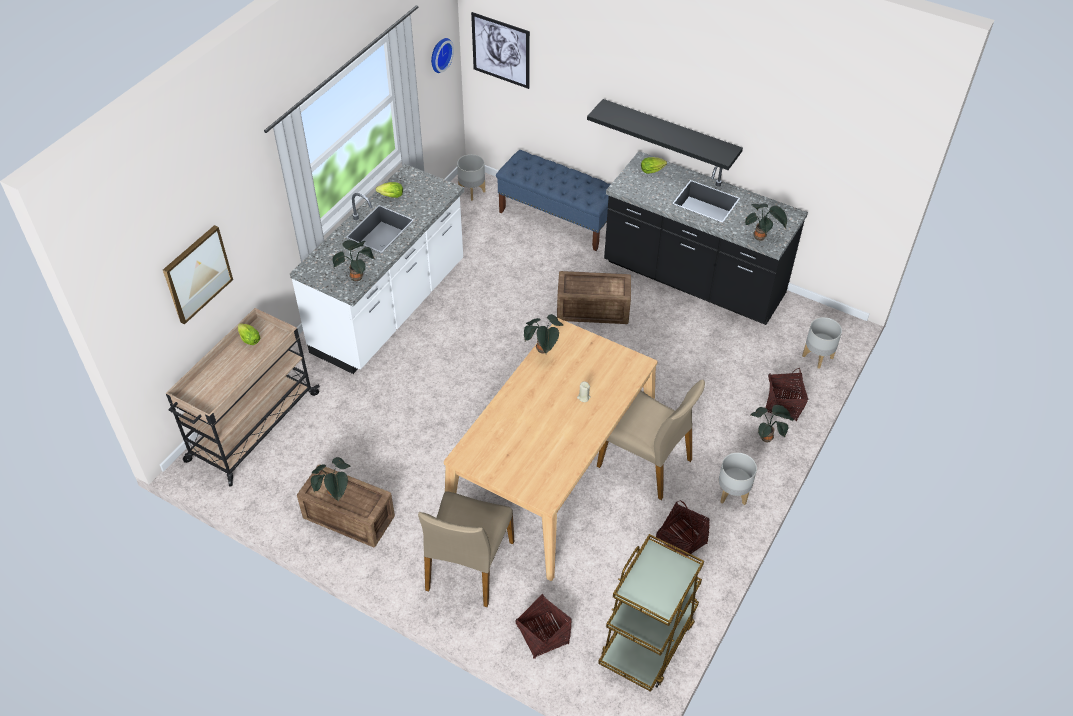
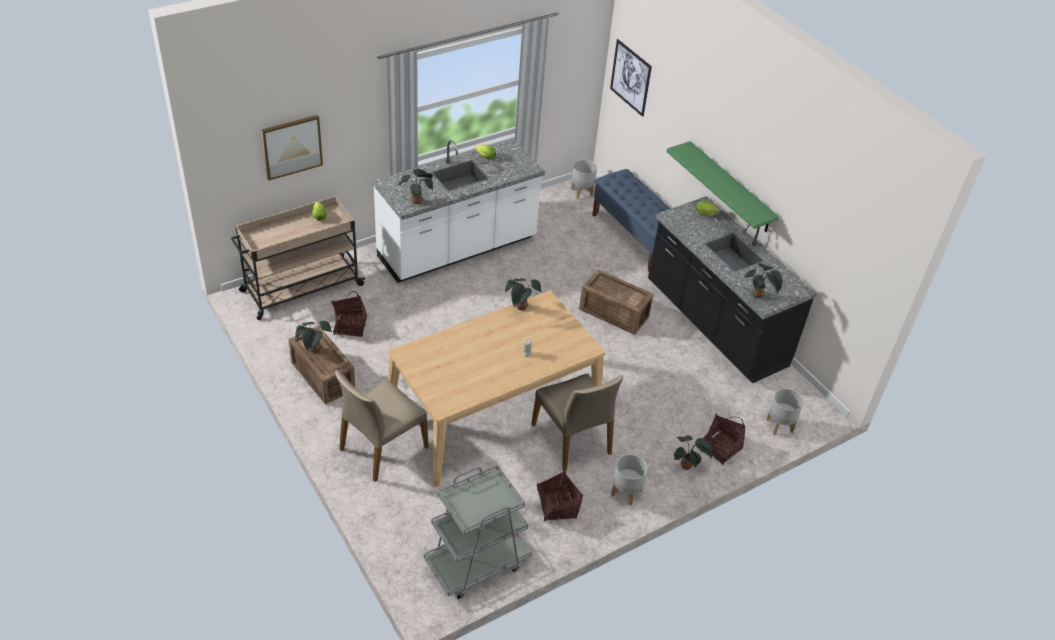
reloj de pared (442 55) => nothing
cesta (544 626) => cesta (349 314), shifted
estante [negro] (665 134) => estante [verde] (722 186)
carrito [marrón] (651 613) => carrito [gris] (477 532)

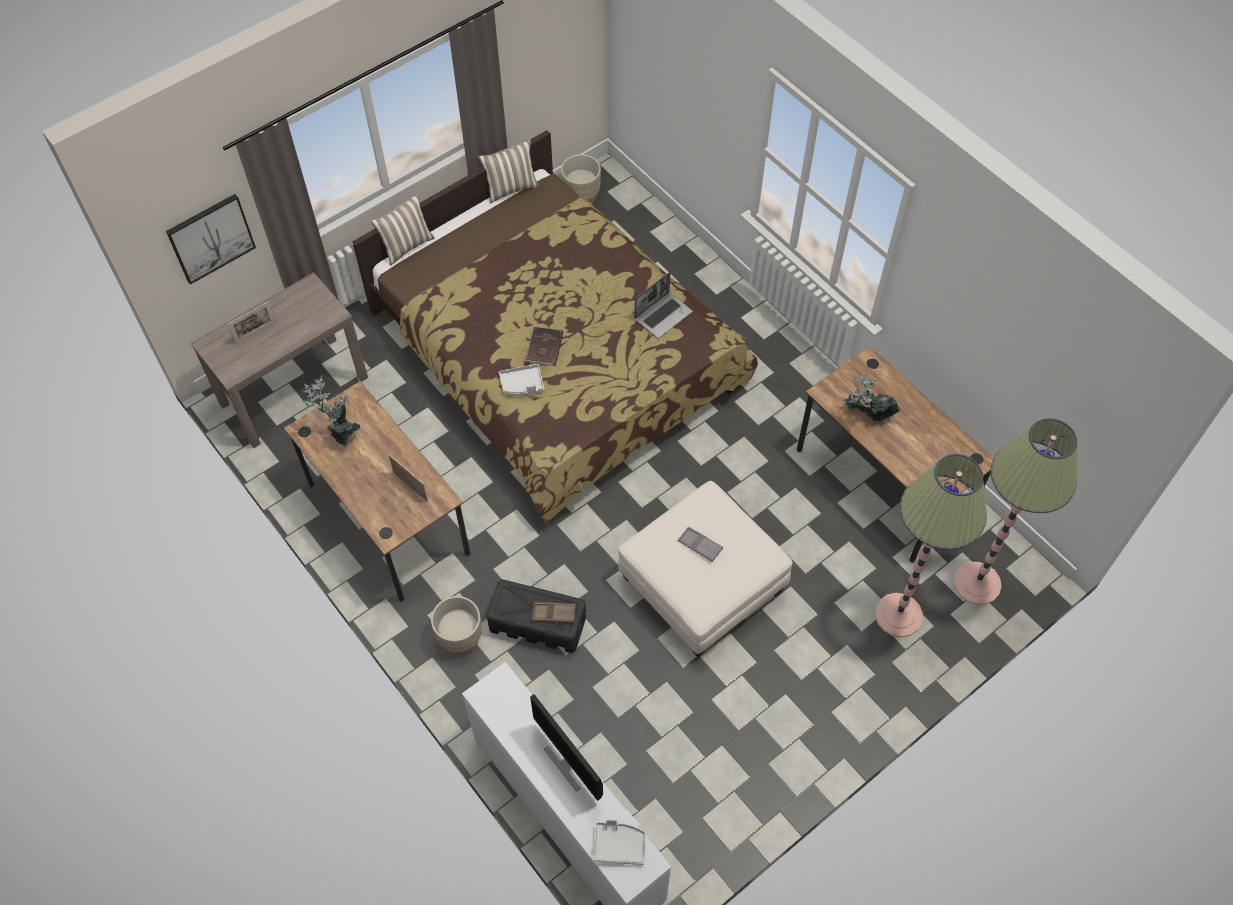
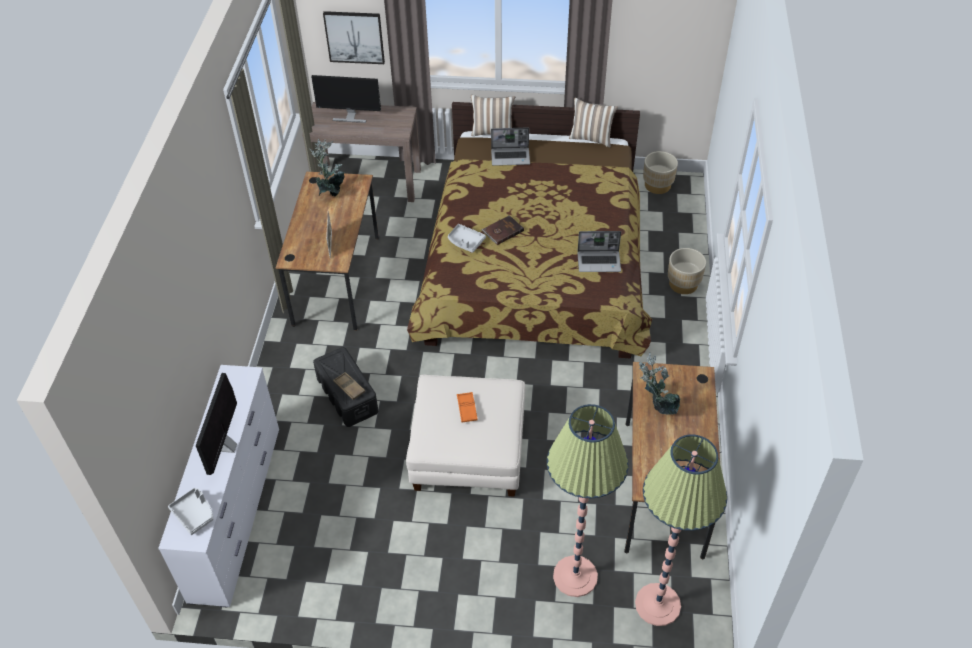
portarretratos (251 322) => monitor (346 99)
maceta [beis] (456 625) => maceta [beis] (687 271), shifted
bandeja [gris] (700 544) => bandeja [naranja] (467 407)
nothing => portátil (510 146)

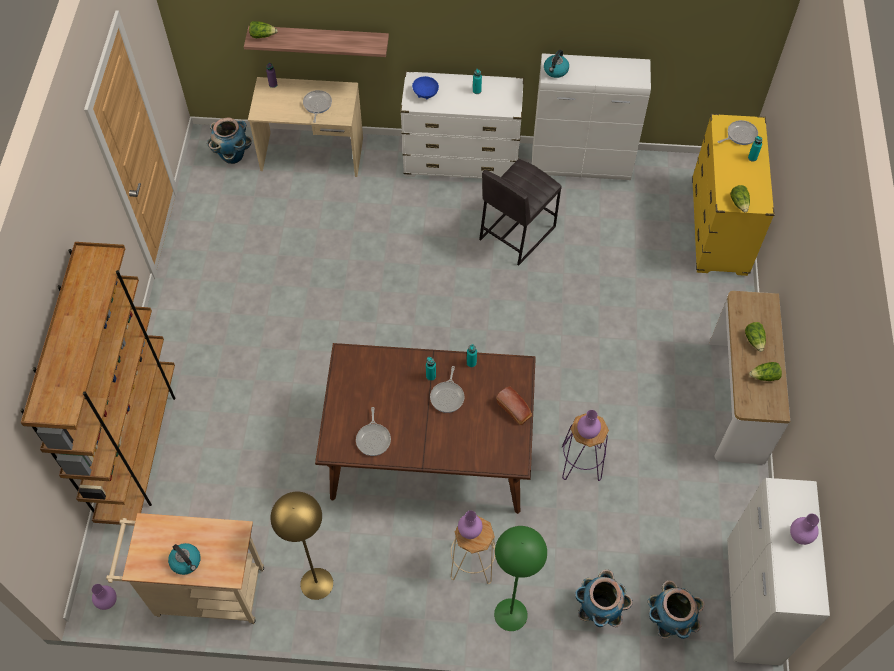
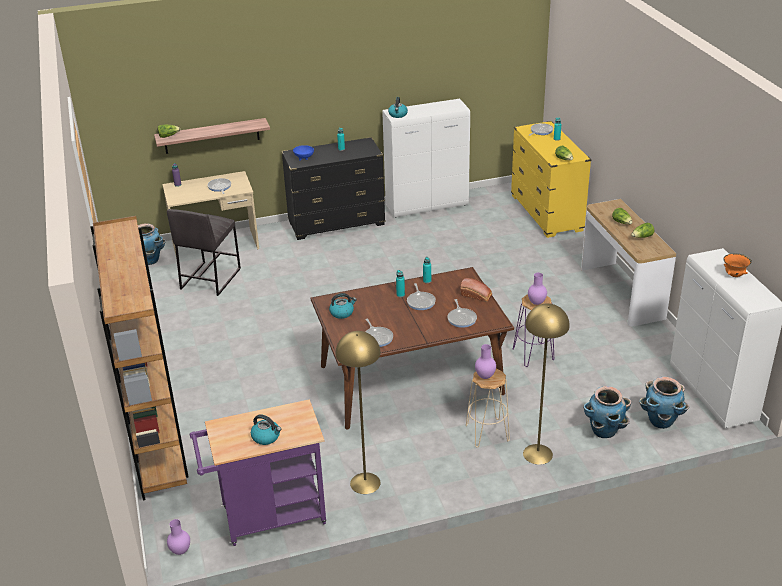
carrito [beis] (185 568) => carrito [morado] (258 472)
cómoda [blanco] (462 125) => cómoda [negro] (333 188)
taburete [gris] (520 212) => taburete [gris] (204 252), shifted
lámpara de pie [verde] (520 578) => lámpara de pie [amarillo] (546 384)
florero [morado] (804 529) => cuenco [naranja] (738 265)
nothing => hervidor (343 306)
nothing => sartén (462 313)

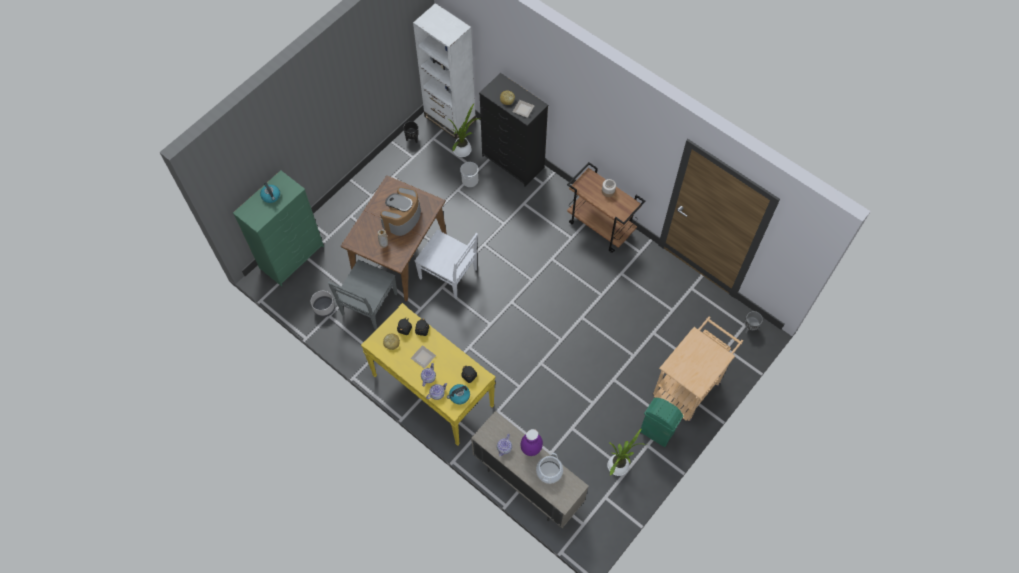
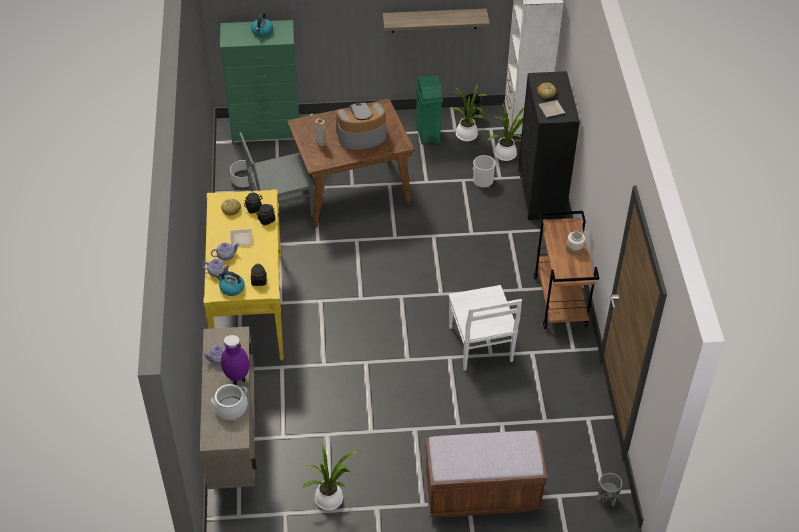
silla [blanco] (446 264) => silla [blanco] (485 328), shifted
papelera [verde] (661 422) => papelera [verde] (429 110), shifted
carrito [beis] (698 369) => banco [marrón] (486 474)
nothing => estante (436 21)
nothing => planta en maceta (469 113)

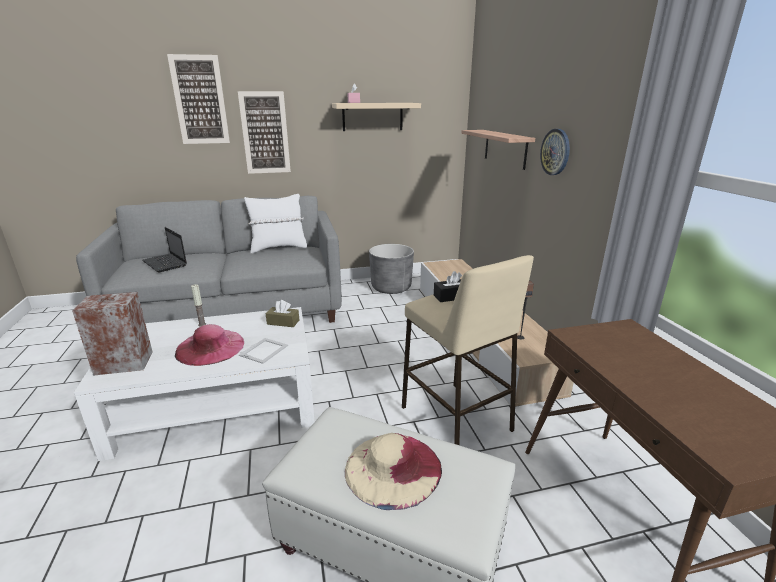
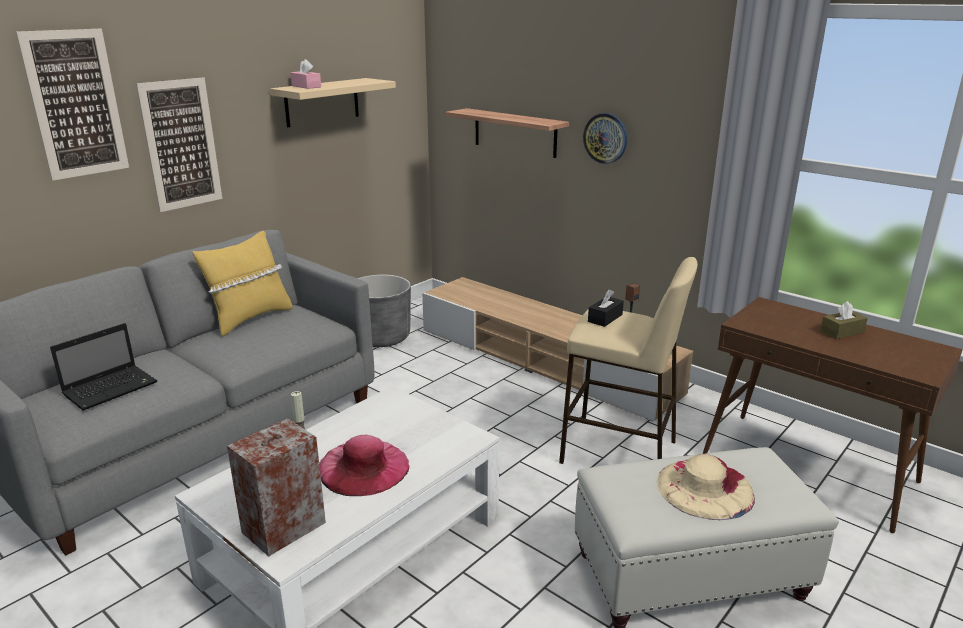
portátil (164 249) => portátil (104 367), 60 degrees counterclockwise
portarretratos (263 351) => nothing
cojín [blanco] (275 223) => cojín [amarillo] (242 283)
caja de pañuelos [marrón] (282 313) => caja de pañuelos [marrón] (844 320), shifted

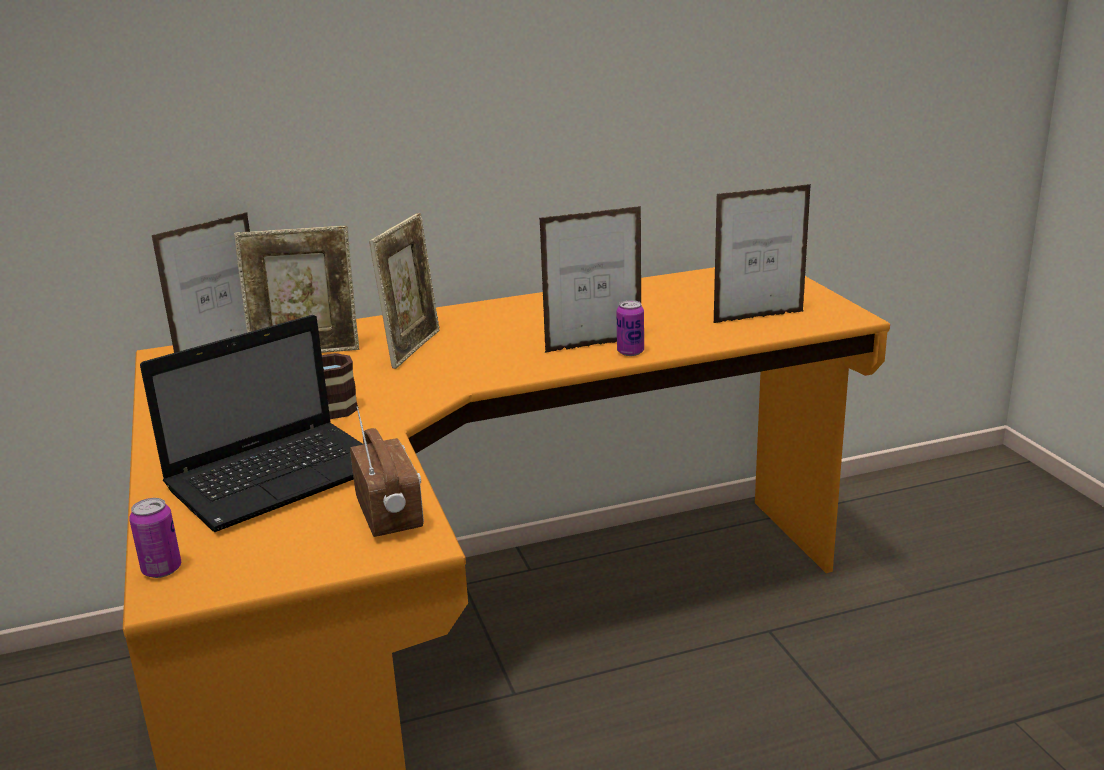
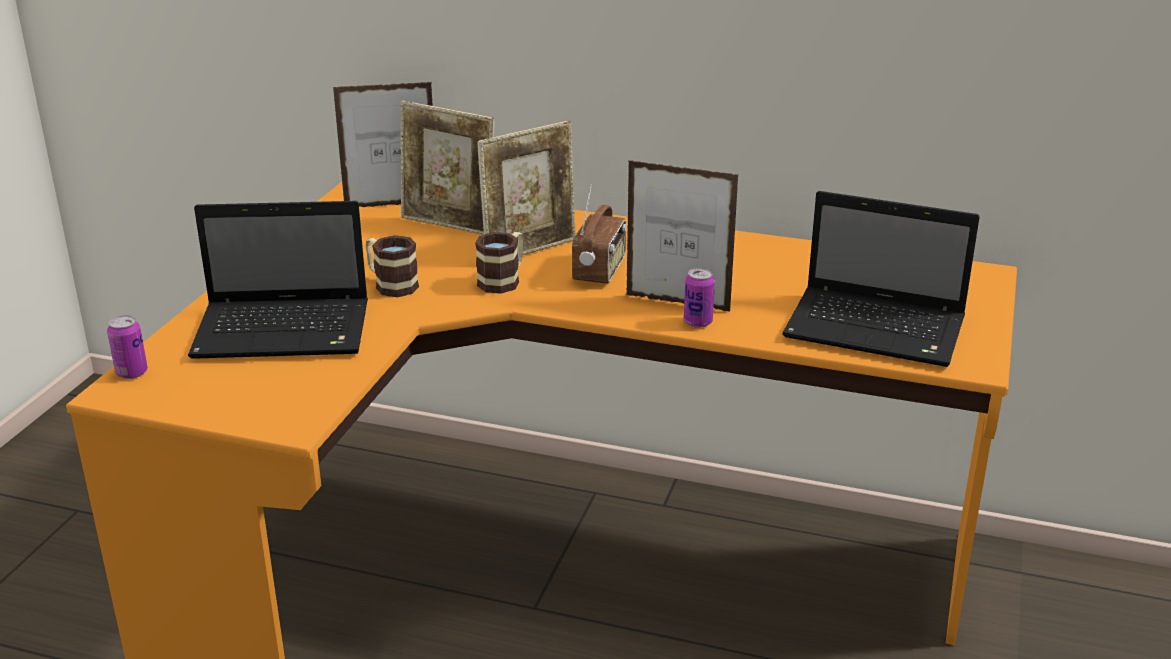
radio (387 471) => radio (599 234), shifted
portarretratos (762 253) => portátil (881 279)
nothing => taza grande (499 263)

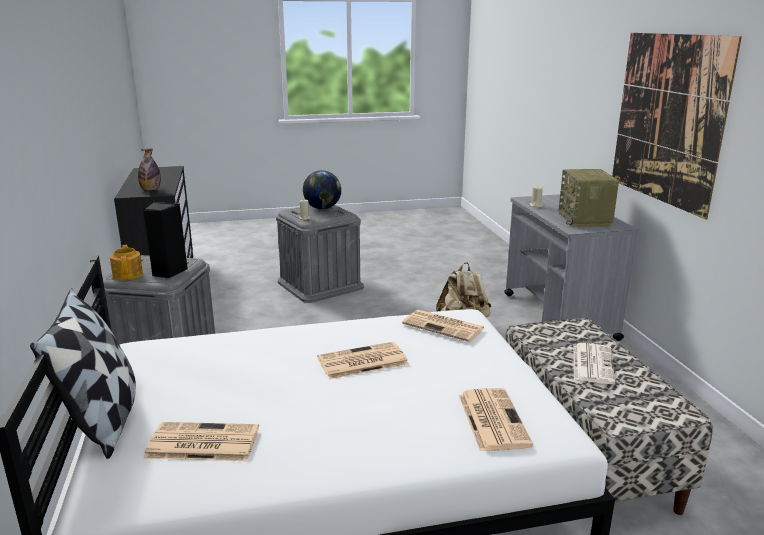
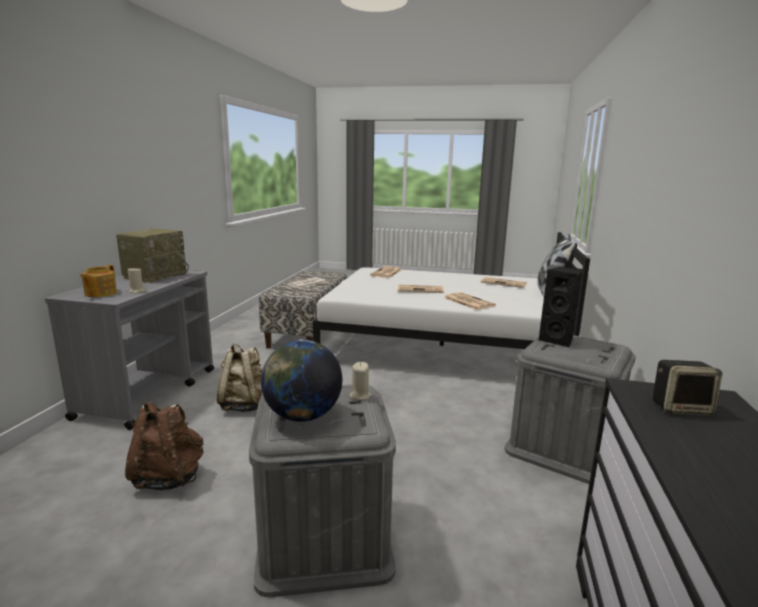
tetera (126 262) => tetera (98 281), shifted
botella (149 169) => altavoz (687 388)
periódico (443 326) => periódico (470 301), shifted
cuadro (677 126) => nothing
nothing => mochila [marrón] (164 446)

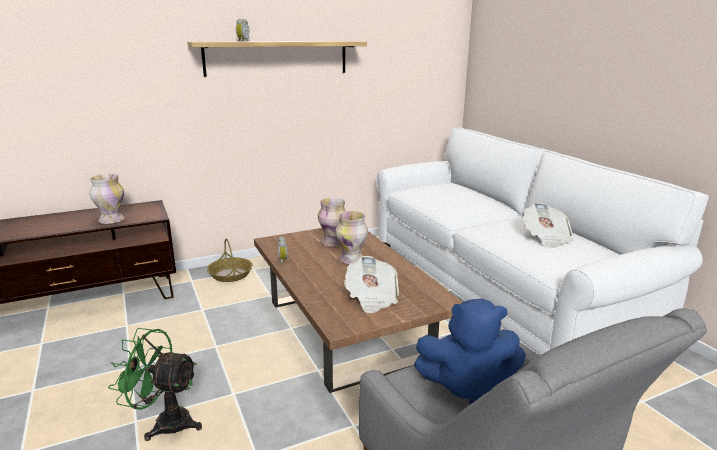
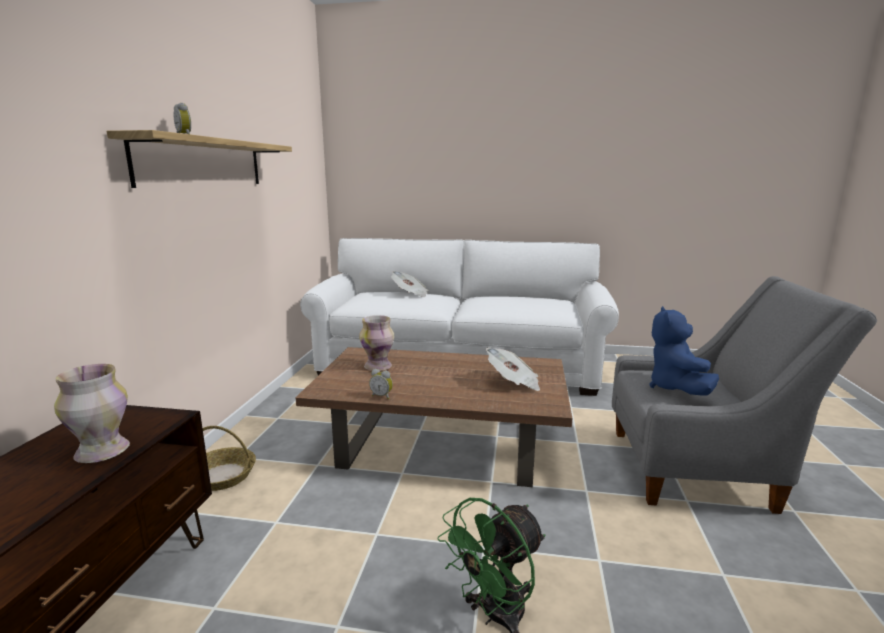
florero (352 237) => nothing
peluche [azul] (470 351) => peluche [azul] (684 351), 150 degrees clockwise
periódico (548 225) => periódico (410 284), shifted

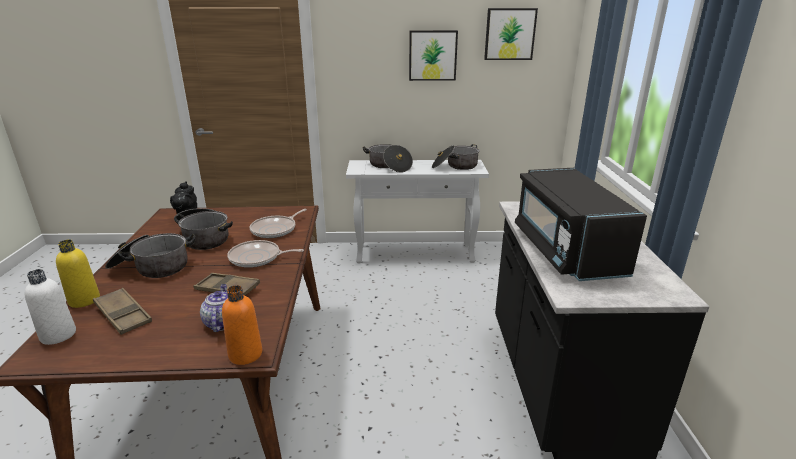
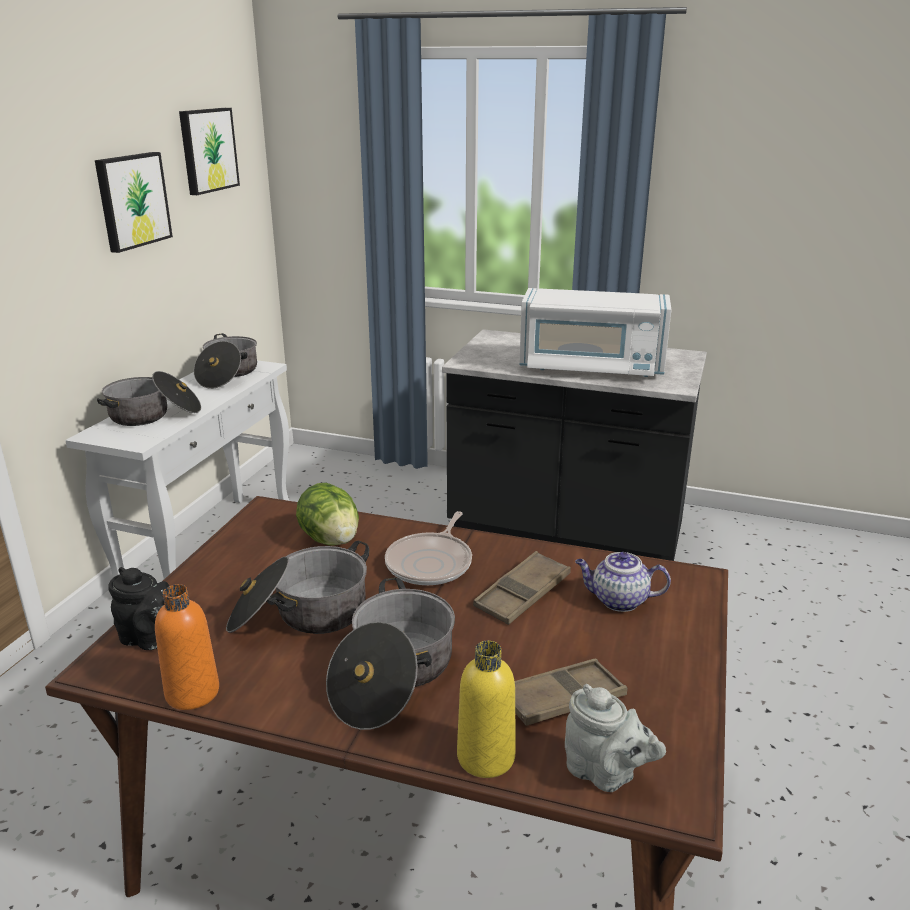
botella [blanco] (50 307) => tetera [gris] (615 738)
botella [naranja] (242 325) => botella [naranja] (187 647), shifted
sartén (278 223) => lechuga (327 514)
microondas [negro] (581 224) => microondas [blanco] (595 332)

